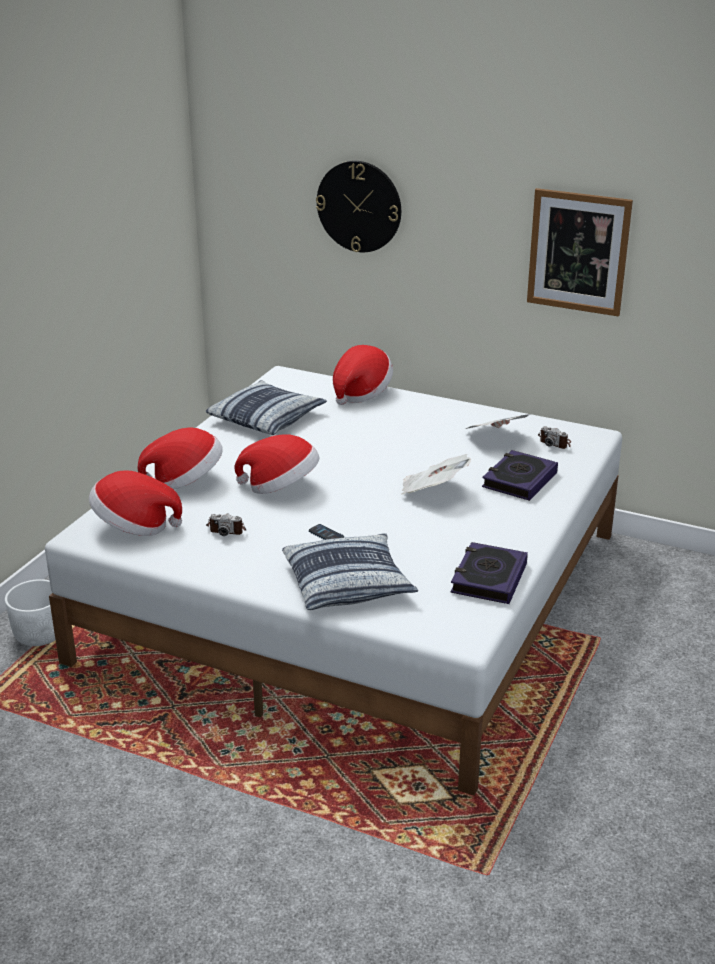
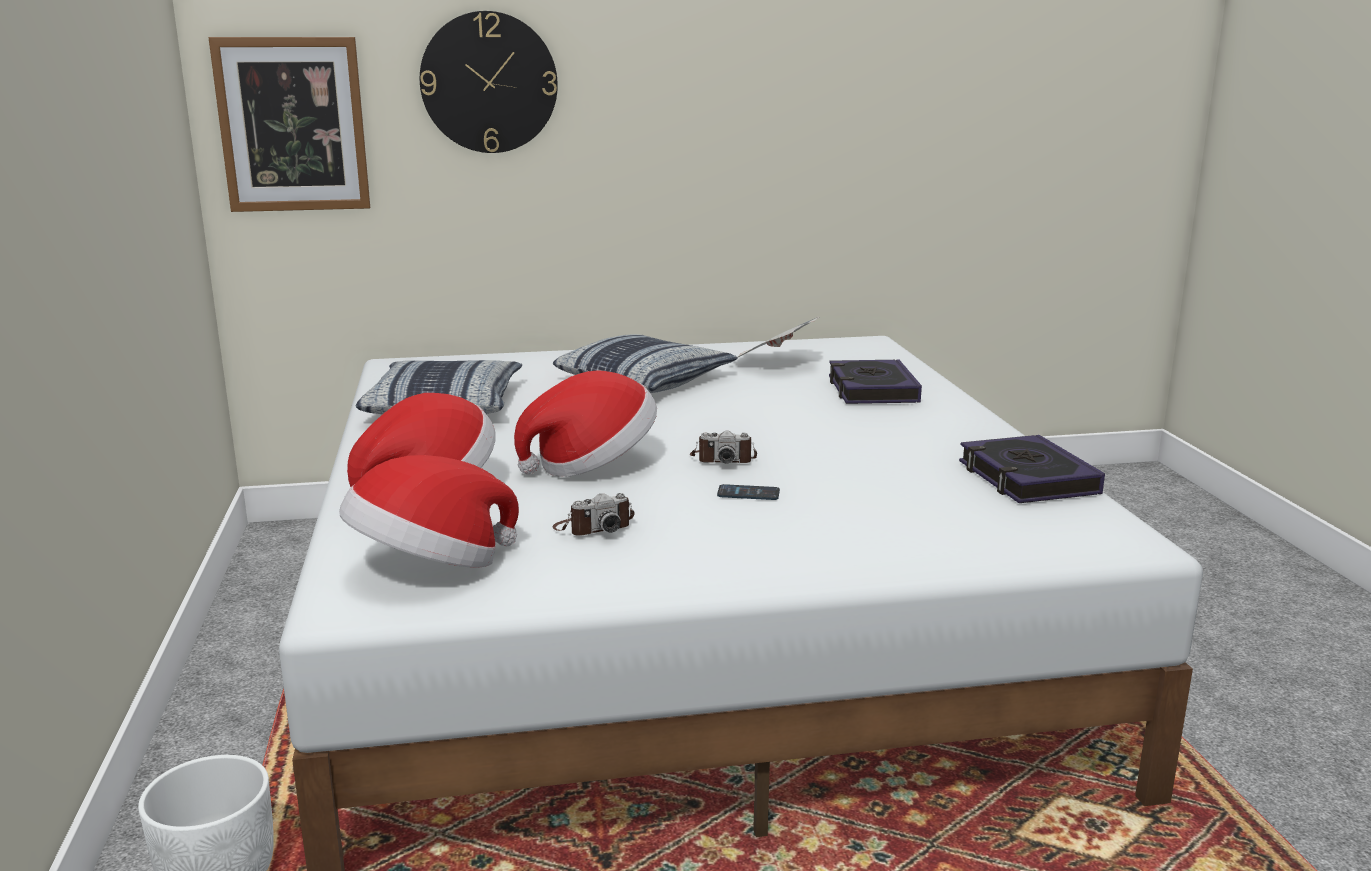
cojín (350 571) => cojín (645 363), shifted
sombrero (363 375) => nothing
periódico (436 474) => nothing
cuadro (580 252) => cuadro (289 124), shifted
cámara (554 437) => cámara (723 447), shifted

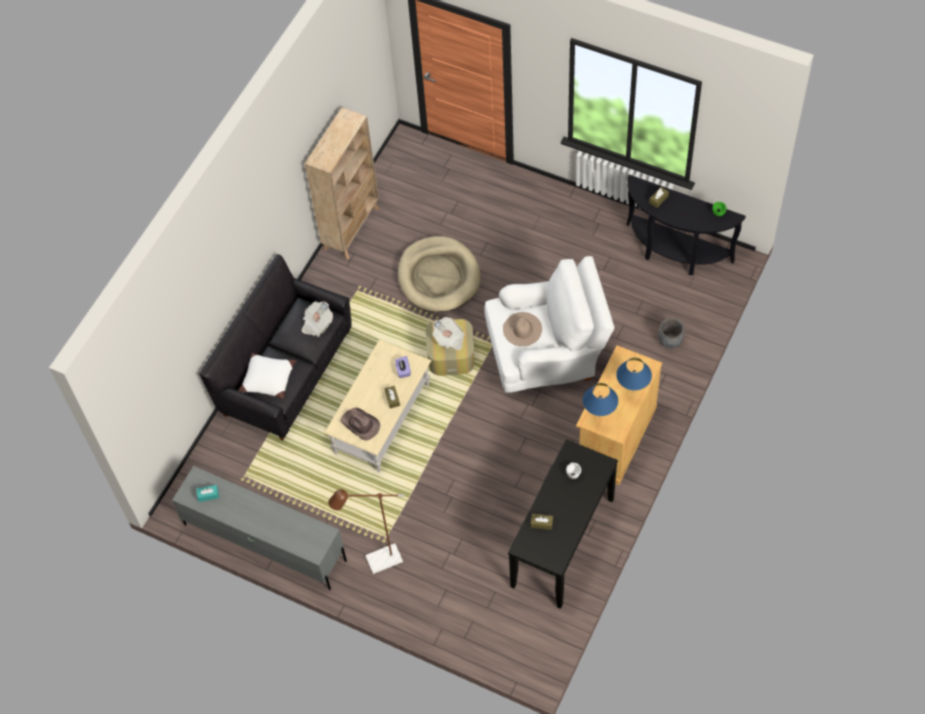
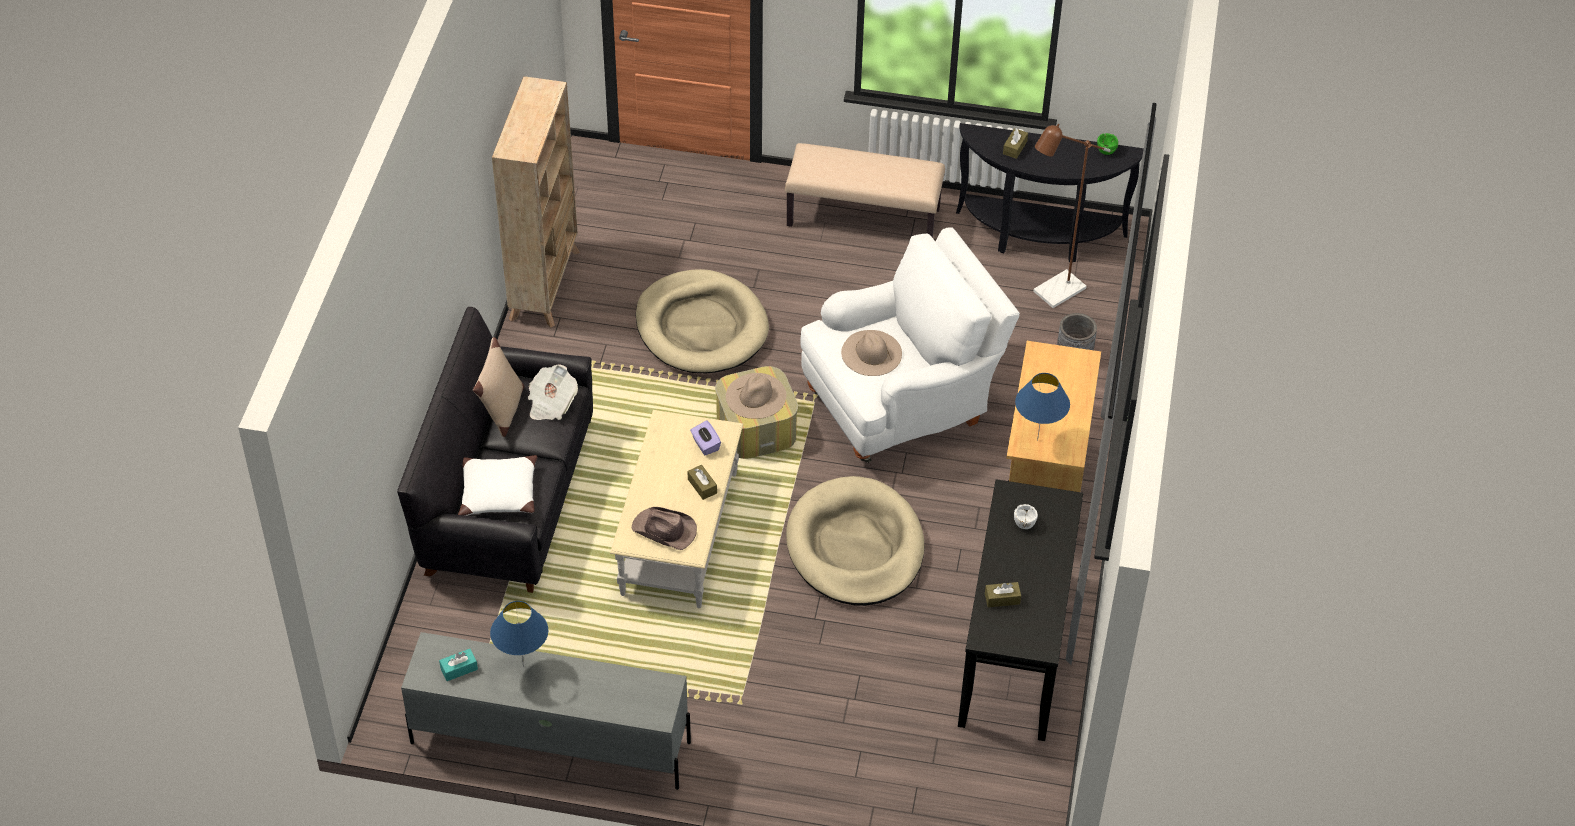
lámpara de pie [marrón] (366 531) => lámpara de pie [marrón] (1072 216), shifted
periódico (449 333) => sombrero [beis] (756 396)
lámpara de mesa [azul] (634 375) => lámpara de mesa [azul] (519 634), shifted
nothing => cojín [beis] (499 387)
nothing => banco [beis] (865 190)
nothing => cama para perro [beis] (855 541)

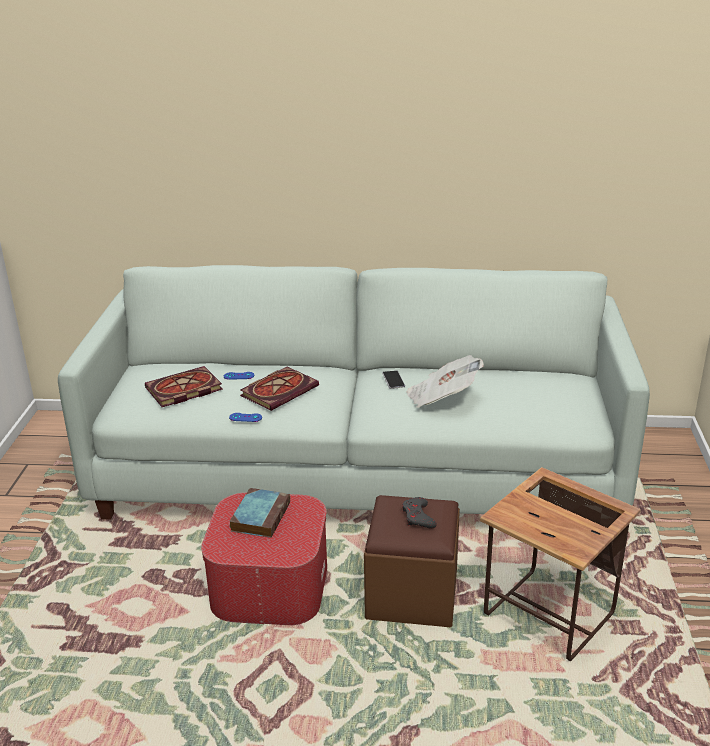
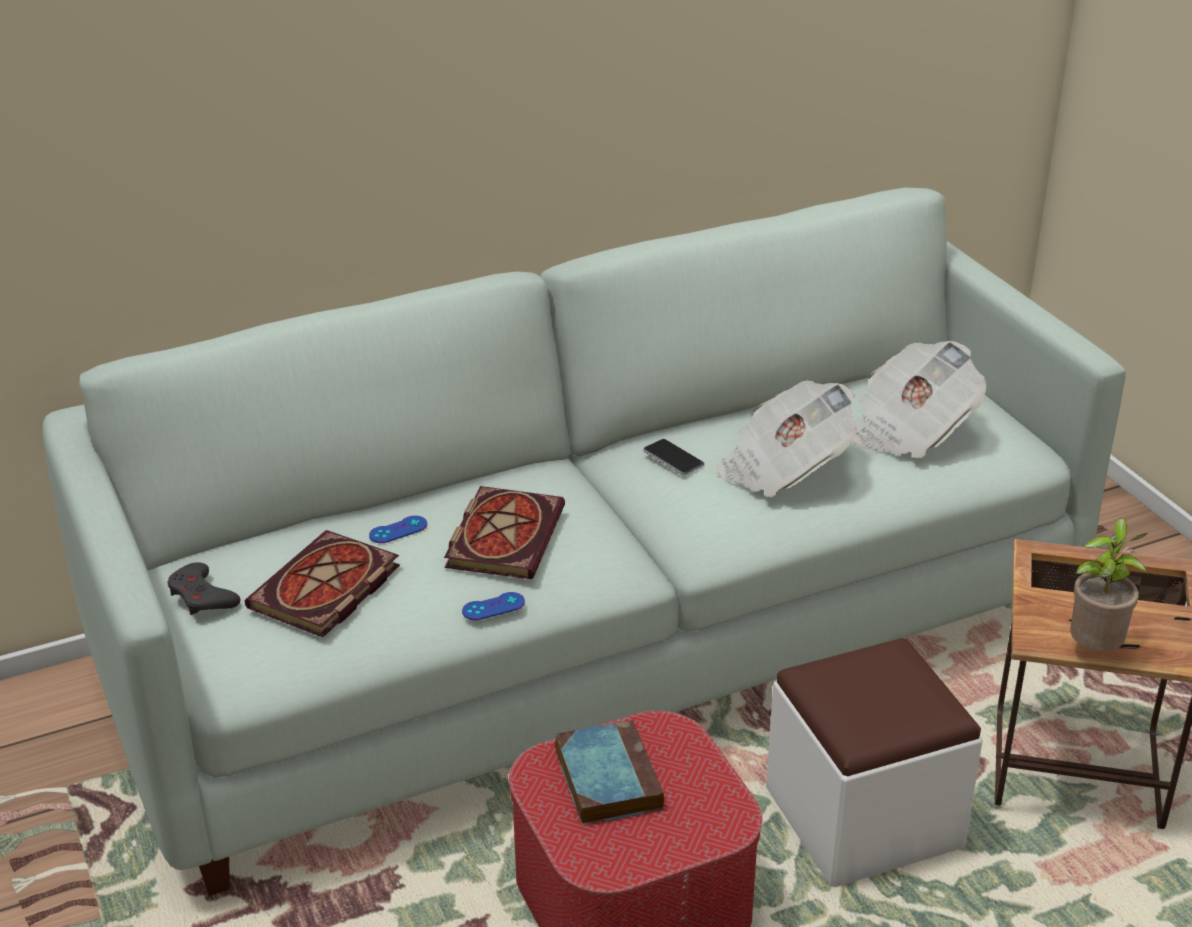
puf [marrón] (412 561) => puf [blanco] (874 762)
mando de consola [gris] (419 513) => mando de consola [gris] (204 588), shifted
nothing => periódico (919 399)
nothing => planta en maceta (1109 584)

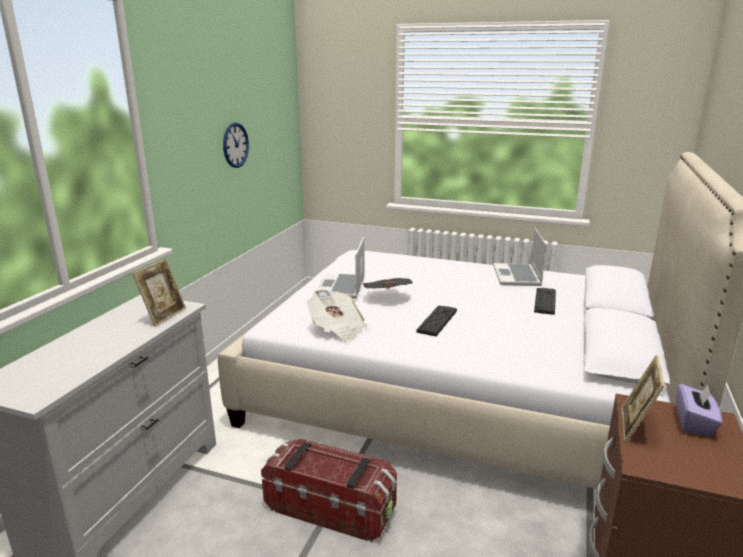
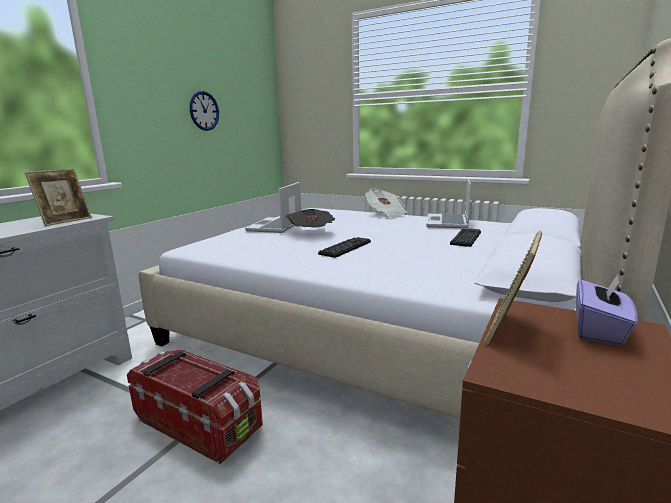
periódico (337 315) => periódico (386 203), shifted

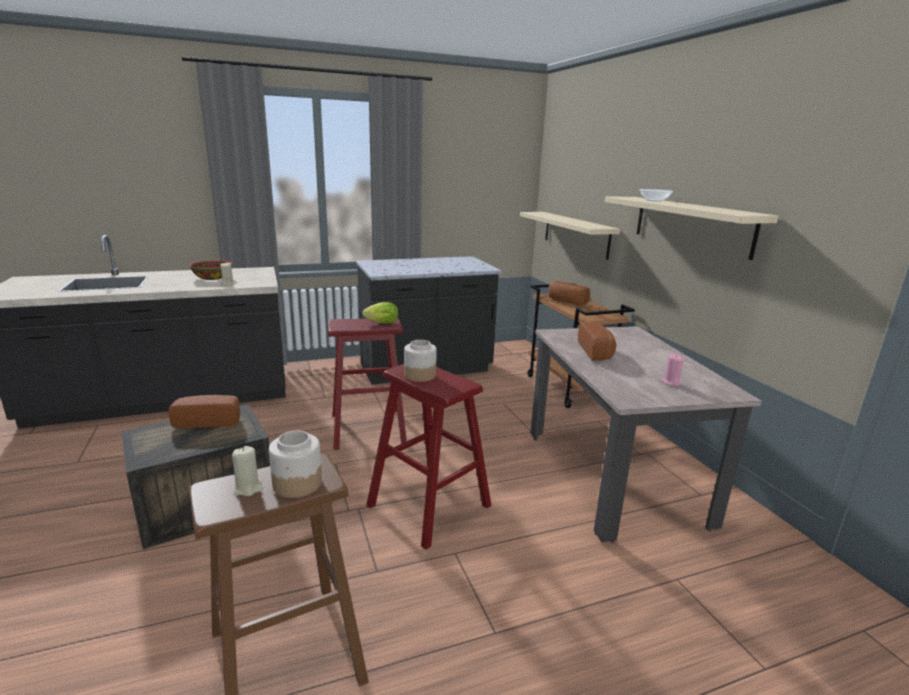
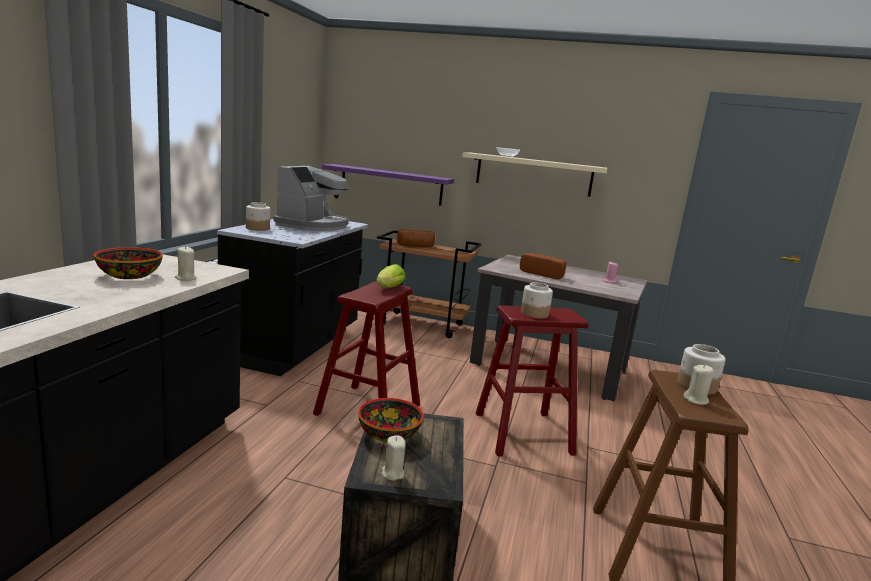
pan (204 411) => cuenco (391 420)
estante [beis] (570 236) => estante [morado] (388 185)
nothing => tarro (258 216)
nothing => cafetera (311 198)
nothing => vela [beis] (394 458)

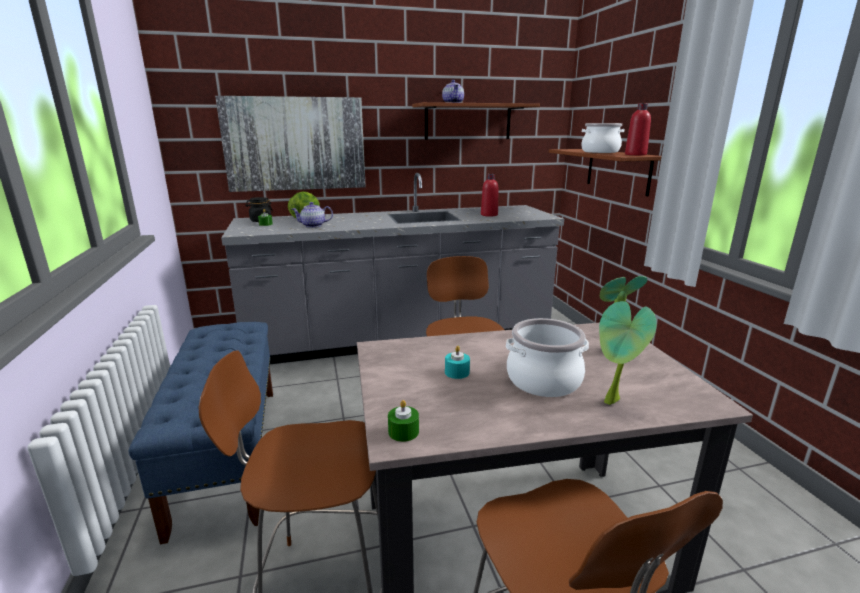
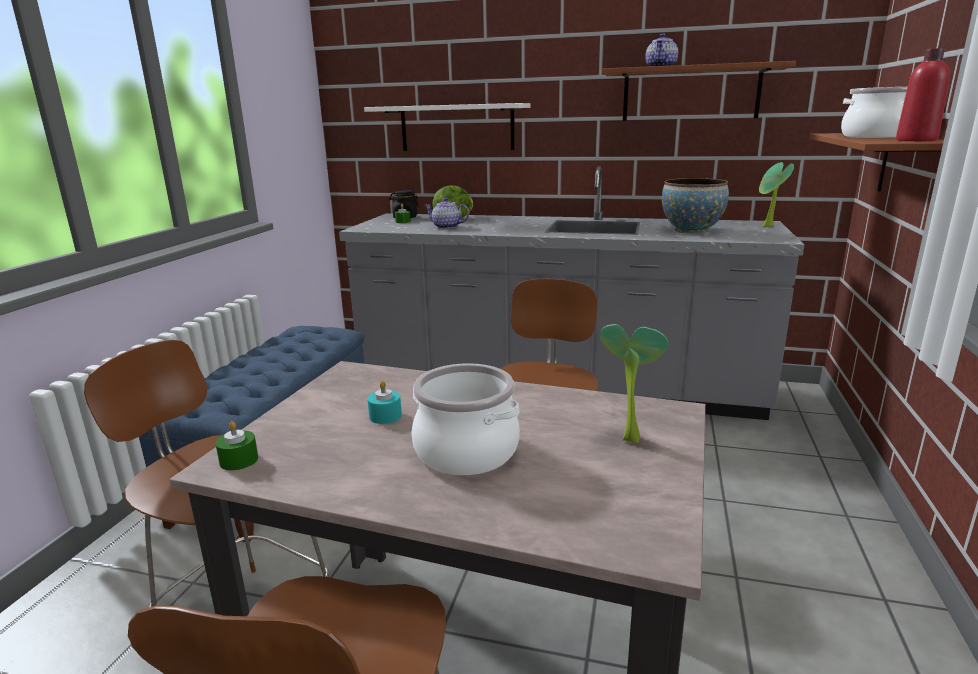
cuadro (290 144) => estante [blanco] (447 127)
botella [rojo] (489 195) => cuenco (695 206)
planta en maceta (628 353) => planta en maceta (776 194), shifted

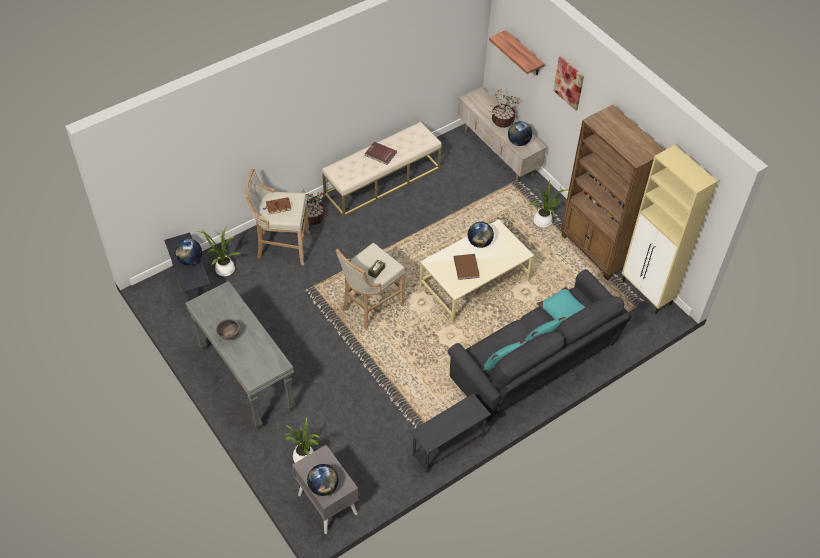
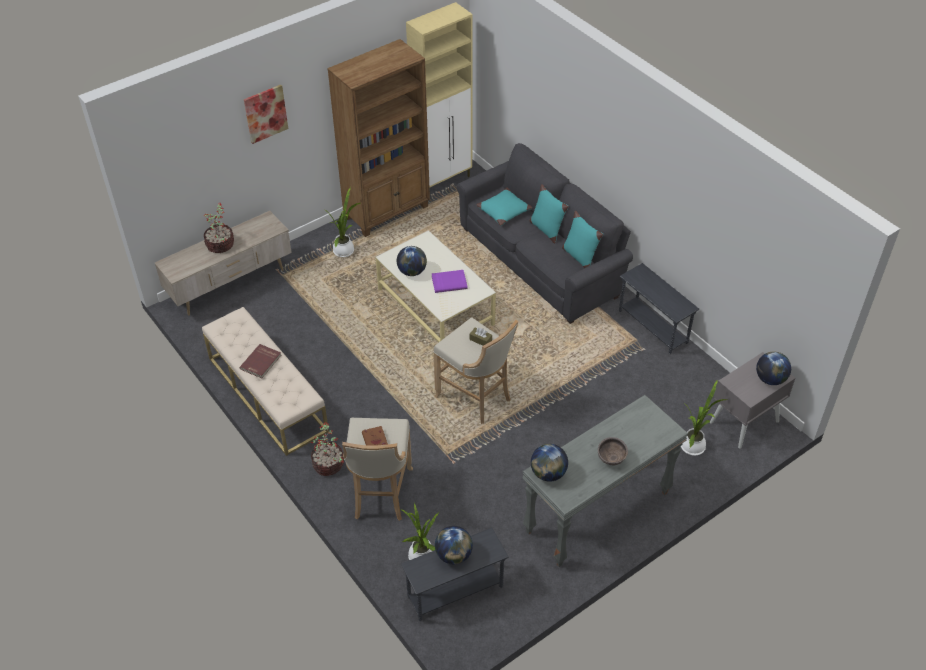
libro [marrón] (467 267) => libro [morado] (450 281)
estante (517 52) => nothing
globo terráqueo (520 133) => globo terráqueo (549 463), shifted

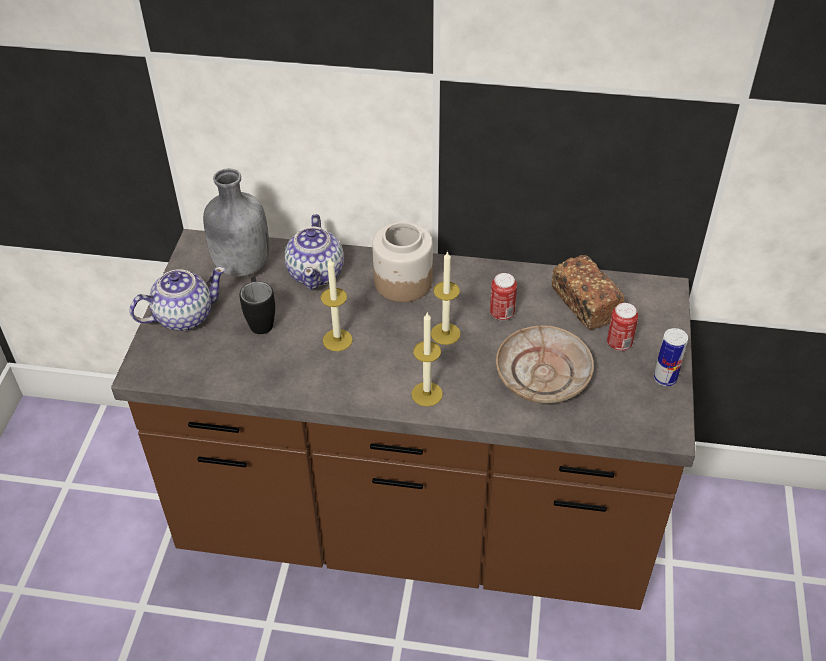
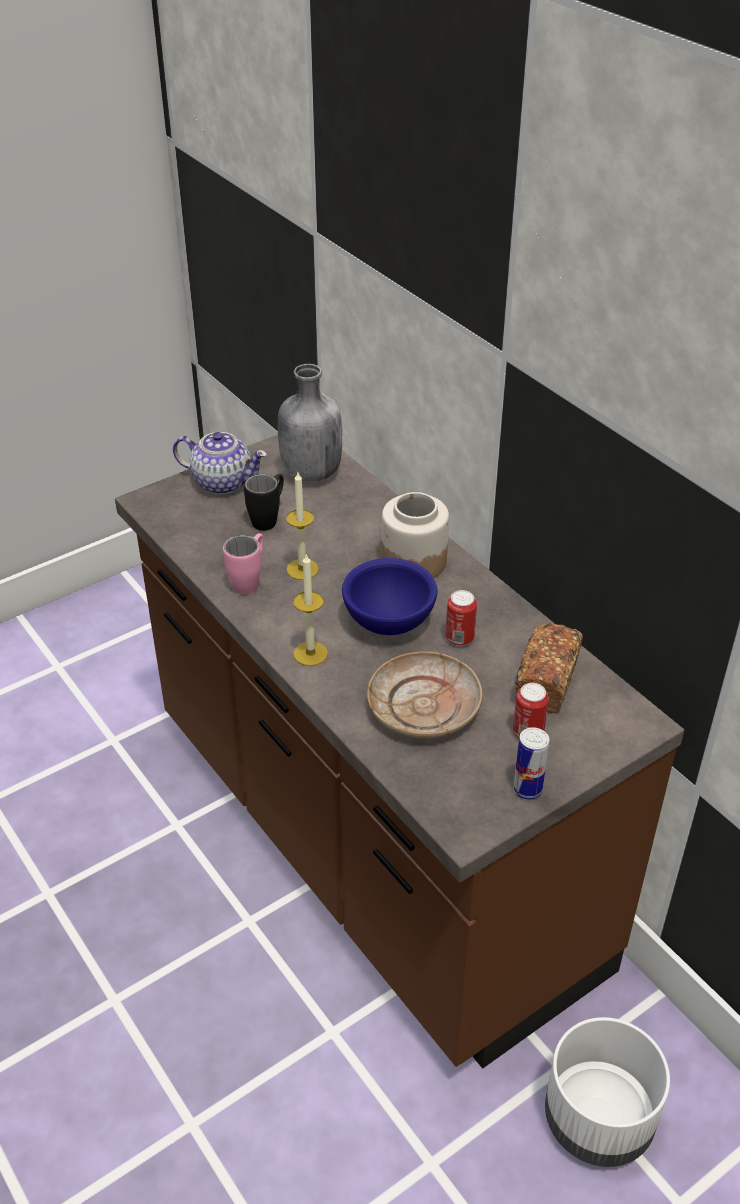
tetera (314 252) => nothing
vela (446 298) => cuenco [azul] (390 596)
nothing => taza grande [rosa] (243 564)
nothing => maceta [blanco] (607 1092)

